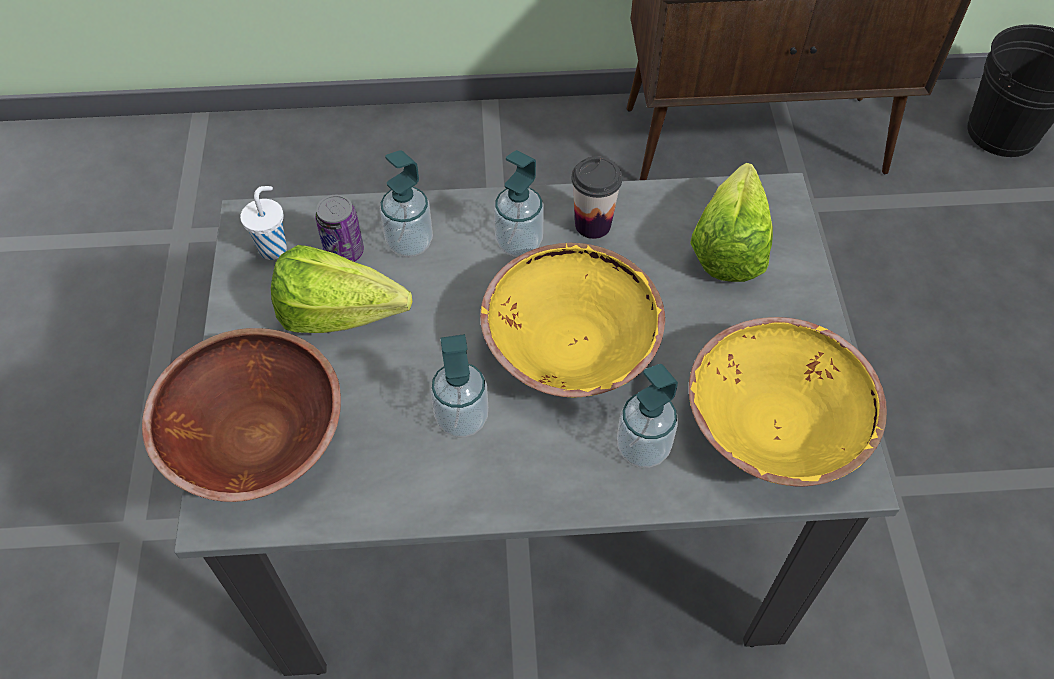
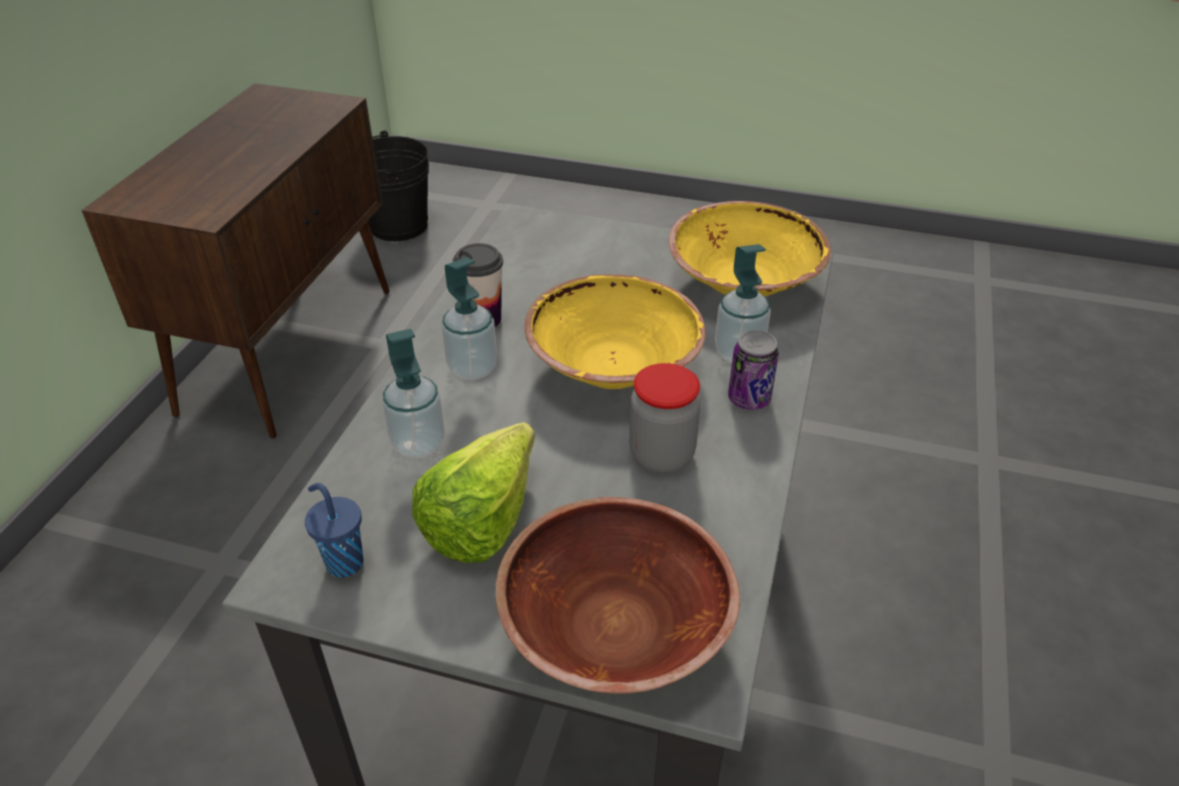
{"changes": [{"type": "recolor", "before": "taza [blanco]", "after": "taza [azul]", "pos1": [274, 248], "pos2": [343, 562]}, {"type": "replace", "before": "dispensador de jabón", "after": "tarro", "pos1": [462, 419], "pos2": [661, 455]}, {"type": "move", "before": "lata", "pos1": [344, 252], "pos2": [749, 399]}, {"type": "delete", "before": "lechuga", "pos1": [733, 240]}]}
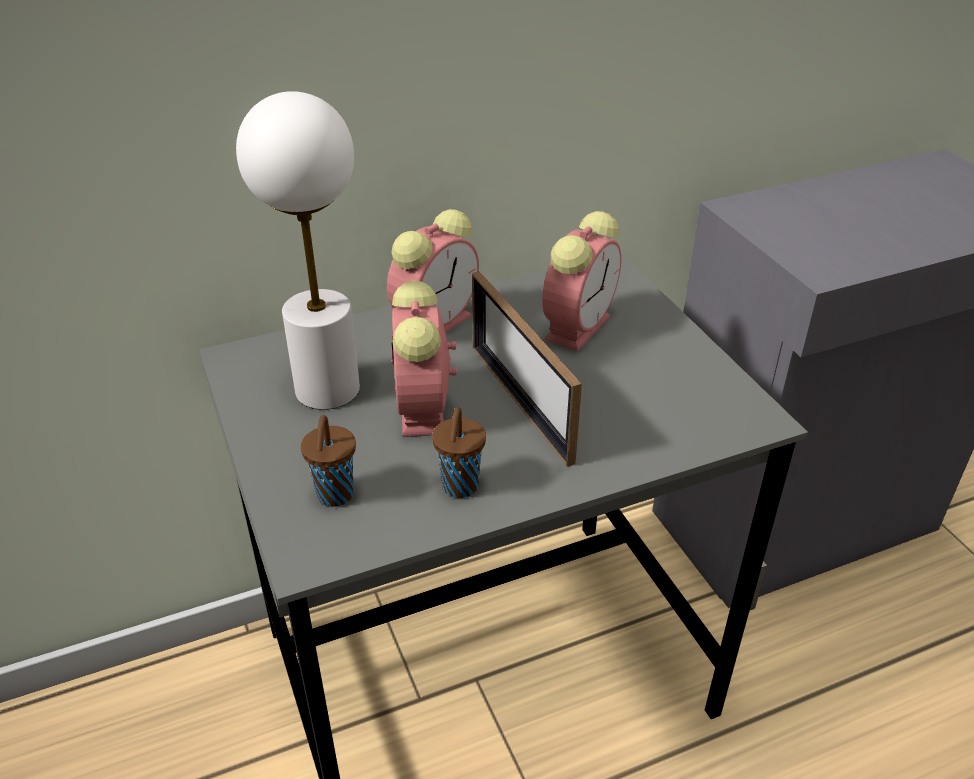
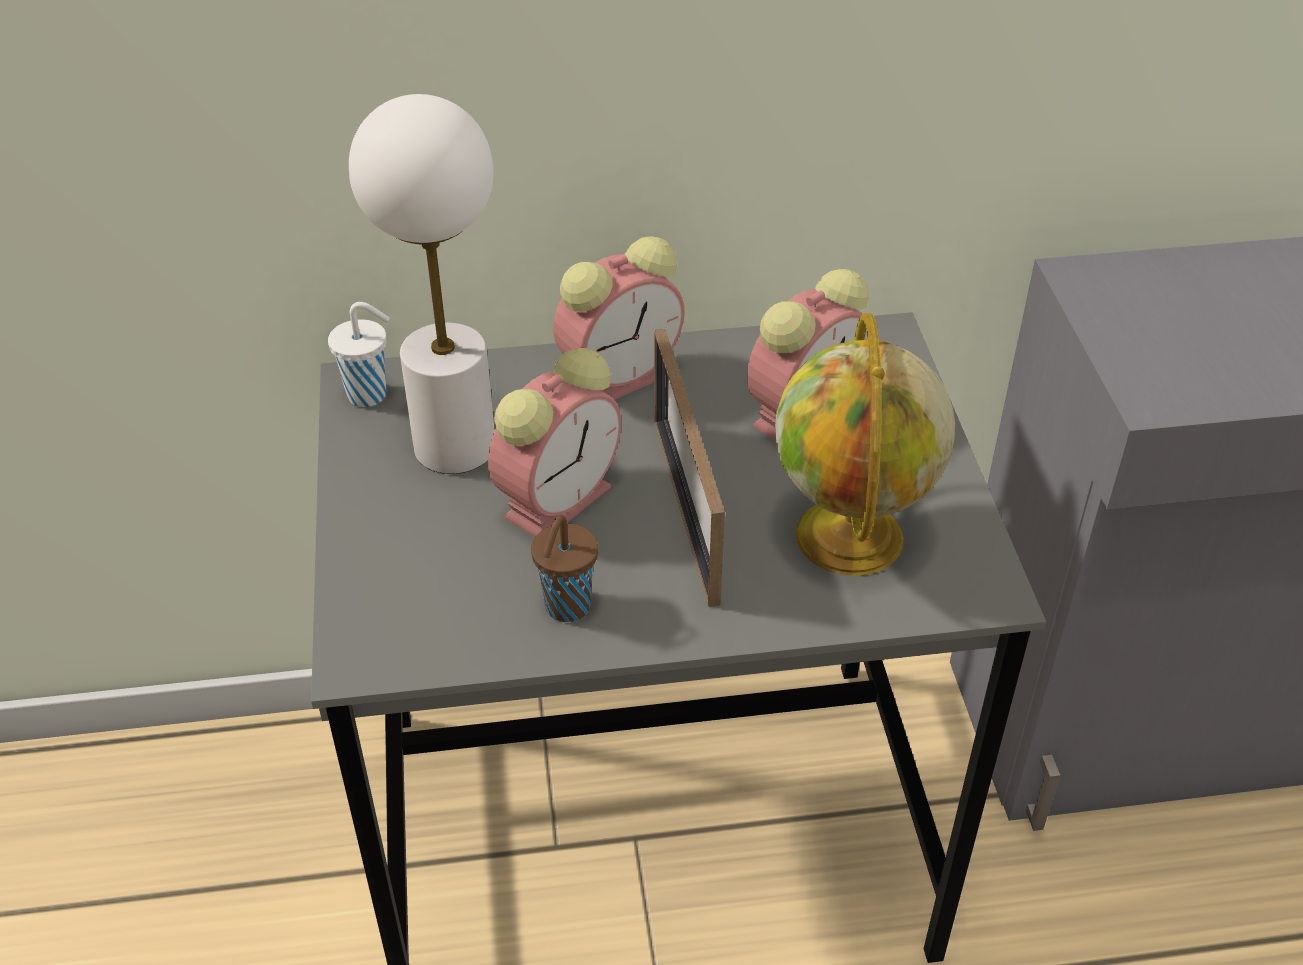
{"changes": [{"type": "insert", "after": "taza [blanco]", "pos2": [369, 395]}, {"type": "rotate", "before": "despertador", "pos1": [423, 411], "pos2": [560, 498], "turn": -150}, {"type": "insert", "after": "globo terráqueo", "pos2": [850, 539]}, {"type": "delete", "before": "taza [marrón]", "pos1": [334, 496]}]}
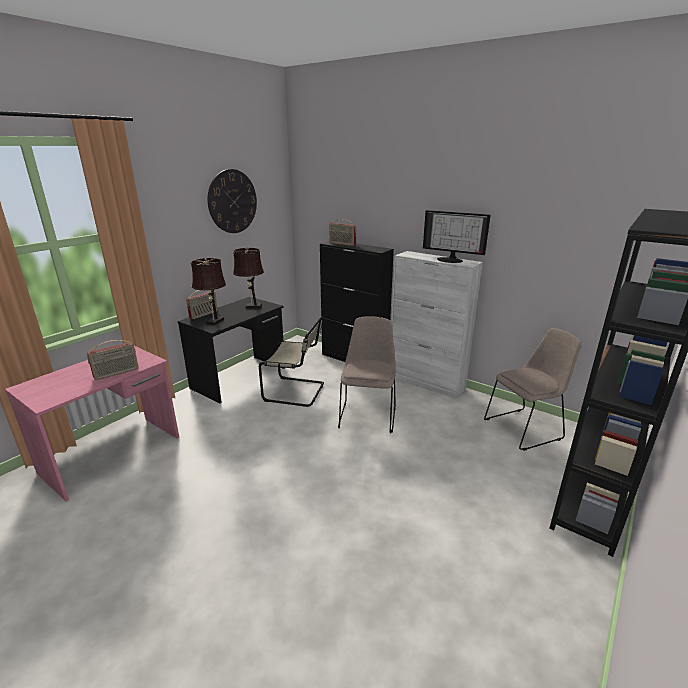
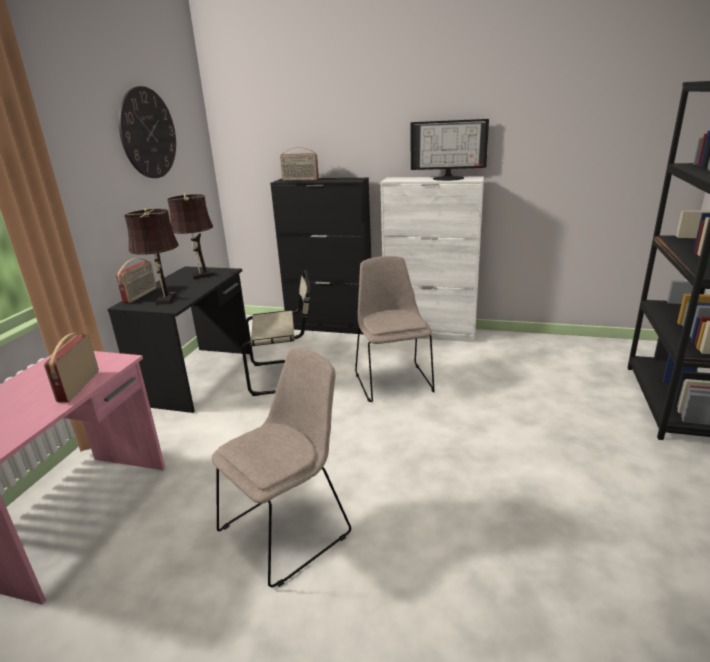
{"changes": [{"type": "rotate", "before": "radio", "pos1": [116, 373], "pos2": [78, 386], "turn": 150}, {"type": "move", "before": "silla [beis]", "pos1": [524, 428], "pos2": [288, 529]}]}
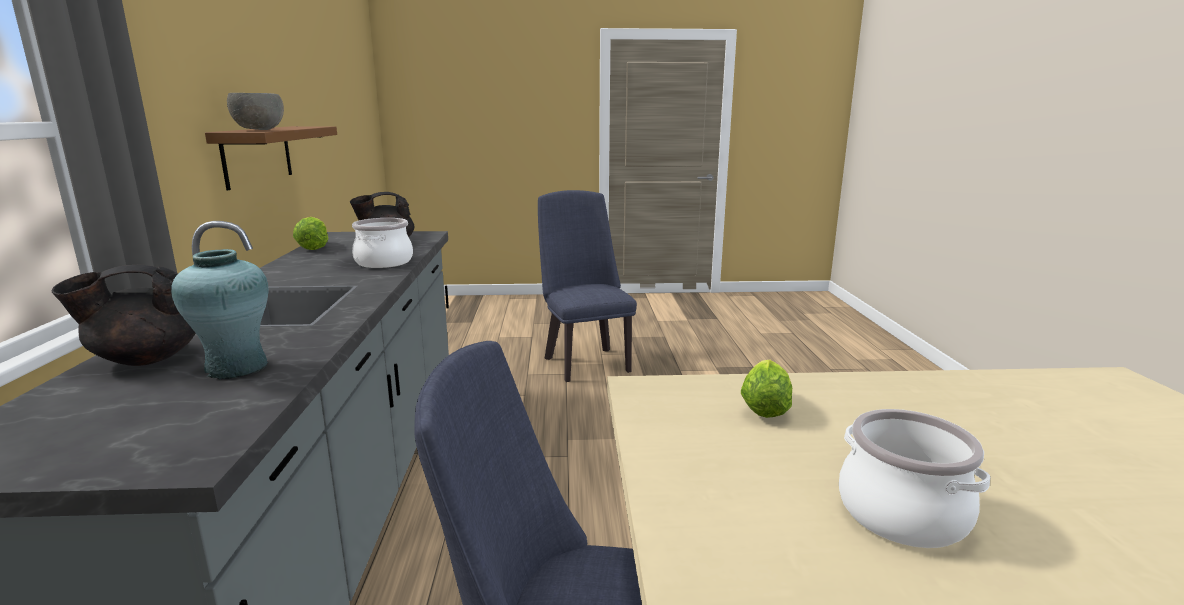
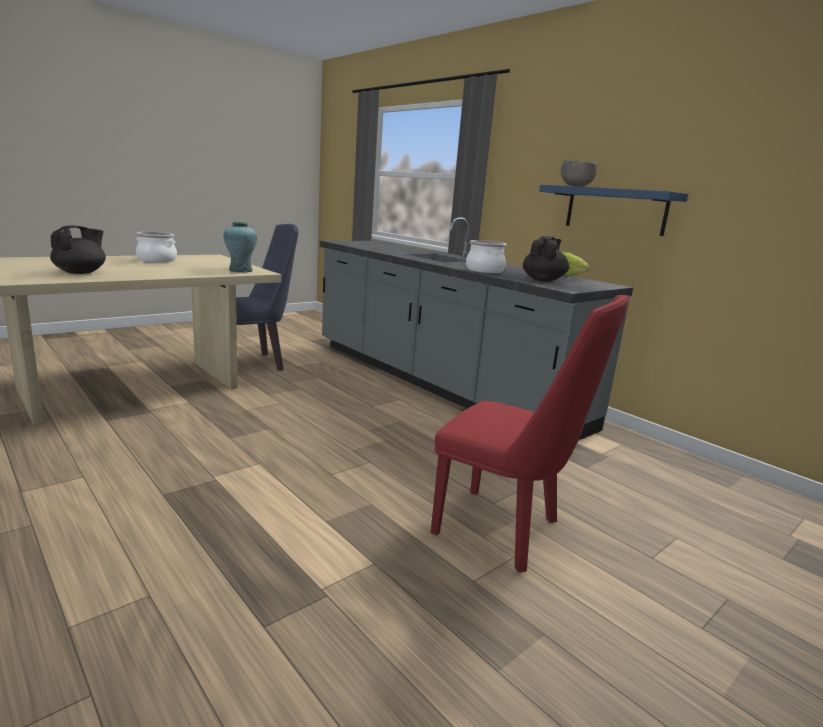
{"changes": [{"type": "move", "before": "tetera [negro]", "pos1": [145, 359], "pos2": [81, 272]}, {"type": "move", "before": "florero [turquesa]", "pos1": [237, 368], "pos2": [240, 270]}, {"type": "recolor", "before": "silla [azul]", "after": "silla [rojo]", "pos1": [584, 361], "pos2": [507, 531]}, {"type": "recolor", "before": "estante [marrón]", "after": "estante [azul]", "pos1": [257, 155], "pos2": [615, 210]}, {"type": "delete", "before": "lechuga", "pos1": [764, 407]}]}
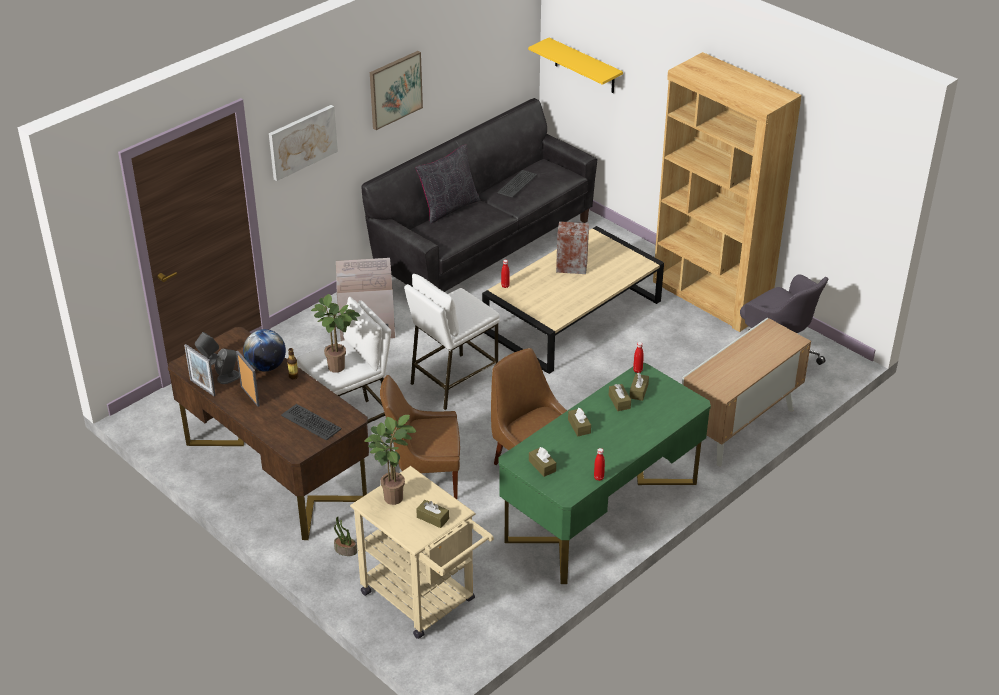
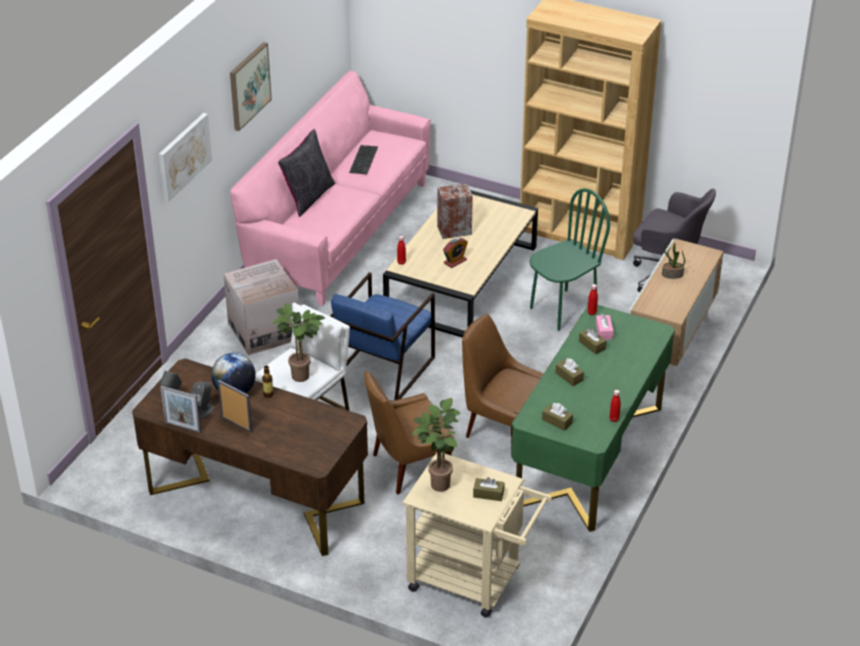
{"changes": [{"type": "recolor", "before": "sofá [negro]", "after": "sofá [rosa]", "pos1": [484, 248], "pos2": [339, 232]}, {"type": "replace", "before": "taburete [blanco]", "after": "sillón [azul]", "pos1": [453, 382], "pos2": [382, 369]}, {"type": "insert", "after": "despertador", "pos2": [455, 261]}, {"type": "insert", "after": "silla [verde]", "pos2": [563, 310]}, {"type": "recolor", "before": "caja de pañuelos [marrón]", "after": "caja de pañuelos [rosa]", "pos1": [638, 391], "pos2": [604, 331]}, {"type": "move", "before": "planta en maceta", "pos1": [345, 550], "pos2": [672, 275]}, {"type": "delete", "before": "teclado", "pos1": [311, 422]}, {"type": "delete", "before": "estante [amarillo]", "pos1": [584, 66]}]}
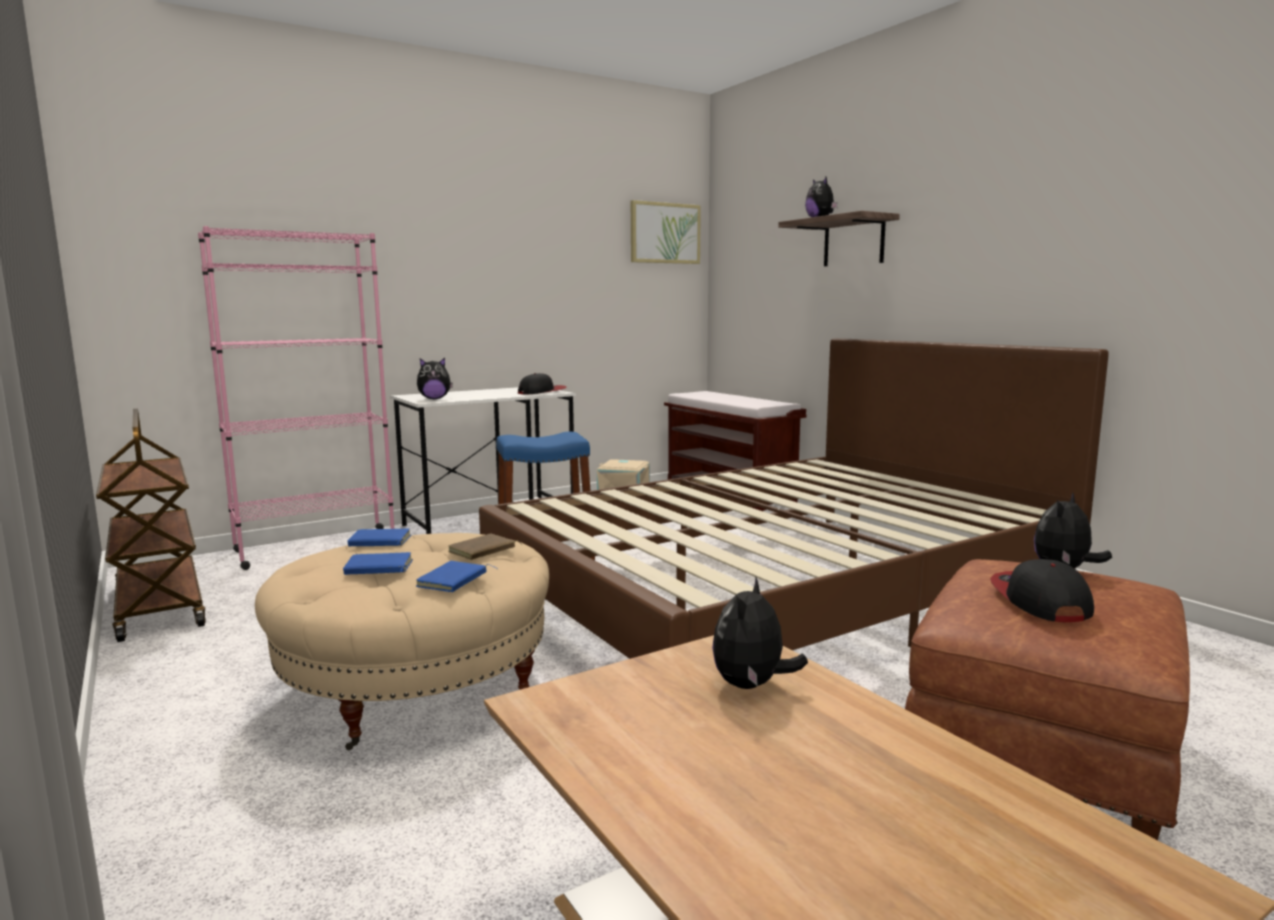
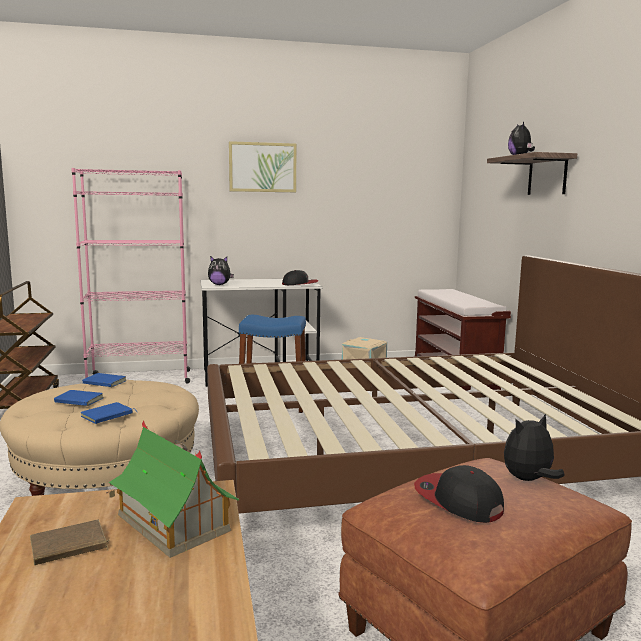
{"changes": [{"type": "move", "before": "libro [marrón]", "pos1": [483, 551], "pos2": [69, 547]}, {"type": "replace", "before": "peluche", "after": "casita", "pos1": [752, 685], "pos2": [172, 522]}, {"type": "move", "before": "cuadro", "pos1": [665, 233], "pos2": [262, 167]}, {"type": "rotate", "before": "gorra", "pos1": [1039, 600], "pos2": [457, 500], "turn": -60}]}
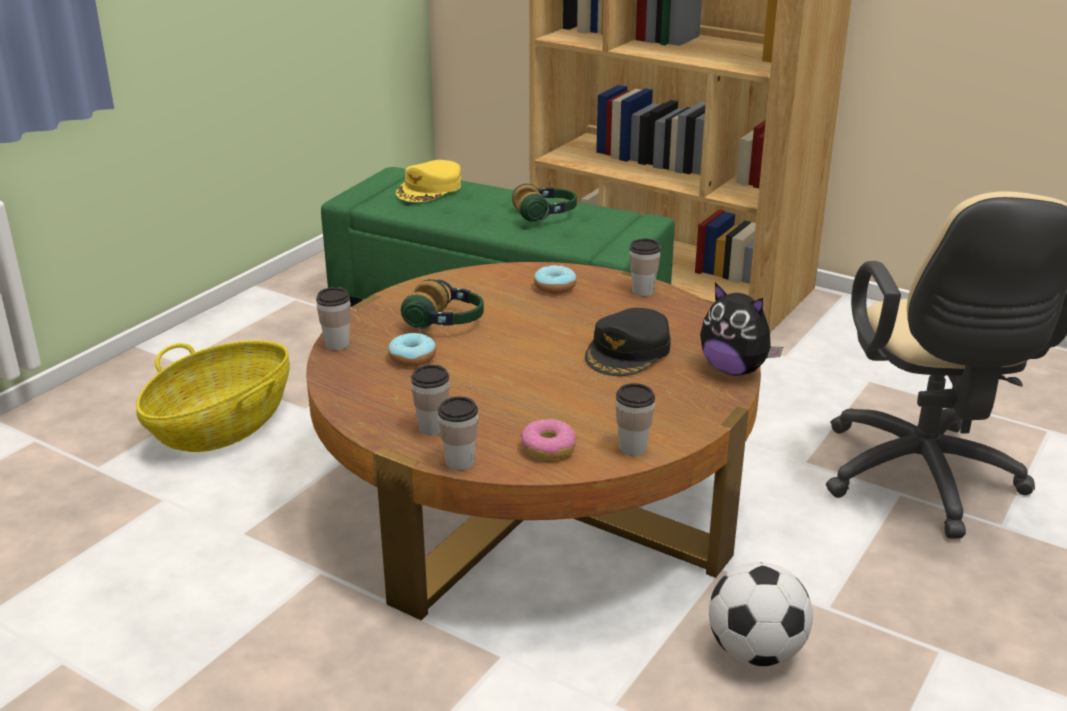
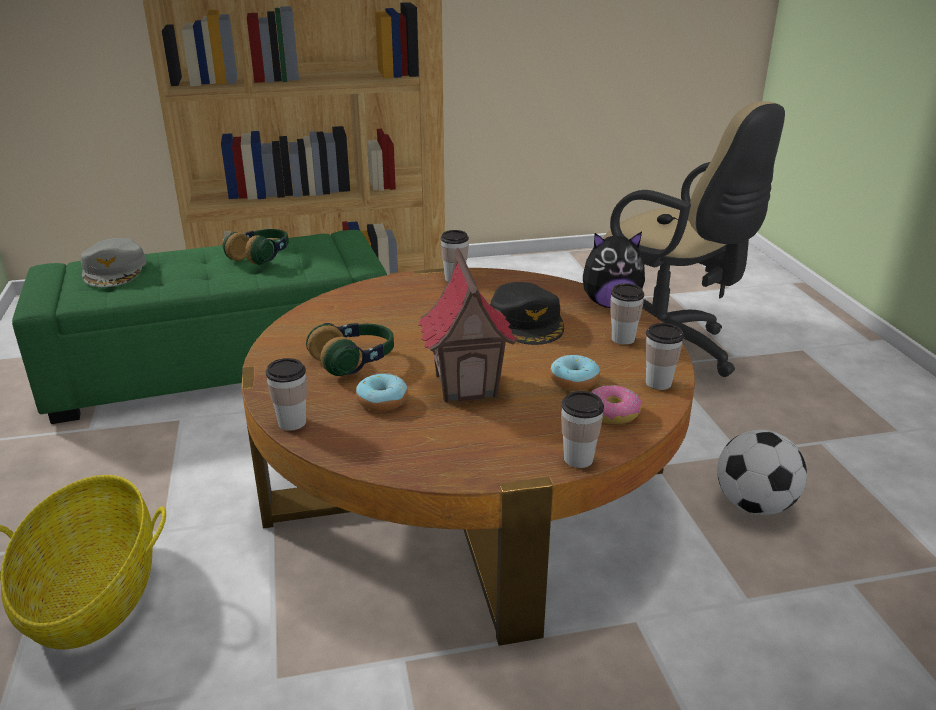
{"changes": [{"type": "recolor", "before": "gorra [amarillo]", "after": "gorra [gris]", "pos1": [430, 189], "pos2": [115, 270]}, {"type": "insert", "after": "casita", "pos2": [467, 386]}, {"type": "move", "before": "rosquilla", "pos1": [555, 287], "pos2": [574, 381]}, {"type": "move", "before": "taza", "pos1": [432, 428], "pos2": [623, 339]}]}
